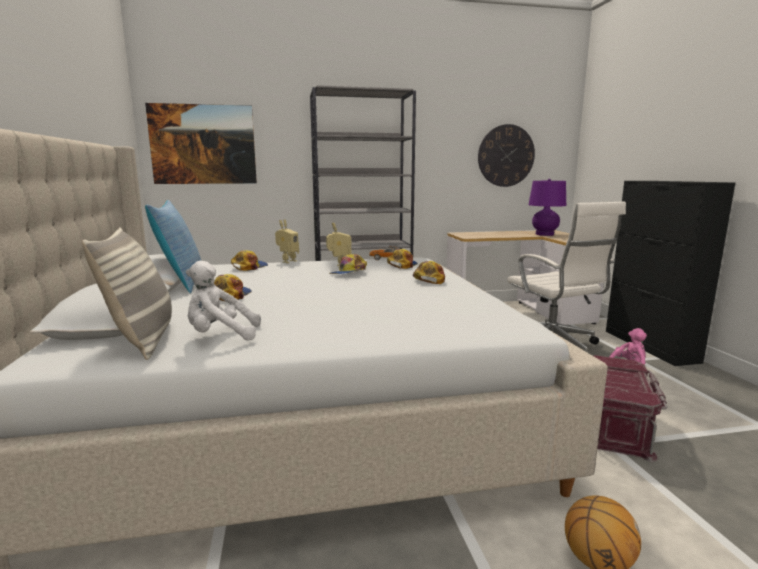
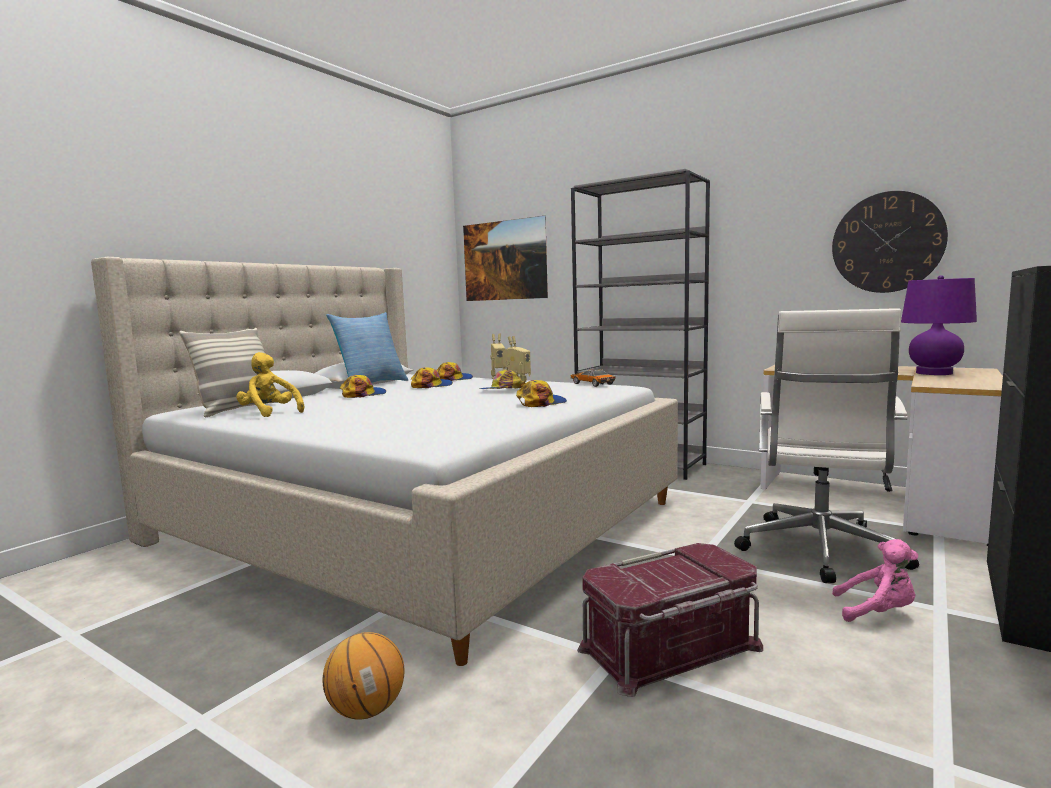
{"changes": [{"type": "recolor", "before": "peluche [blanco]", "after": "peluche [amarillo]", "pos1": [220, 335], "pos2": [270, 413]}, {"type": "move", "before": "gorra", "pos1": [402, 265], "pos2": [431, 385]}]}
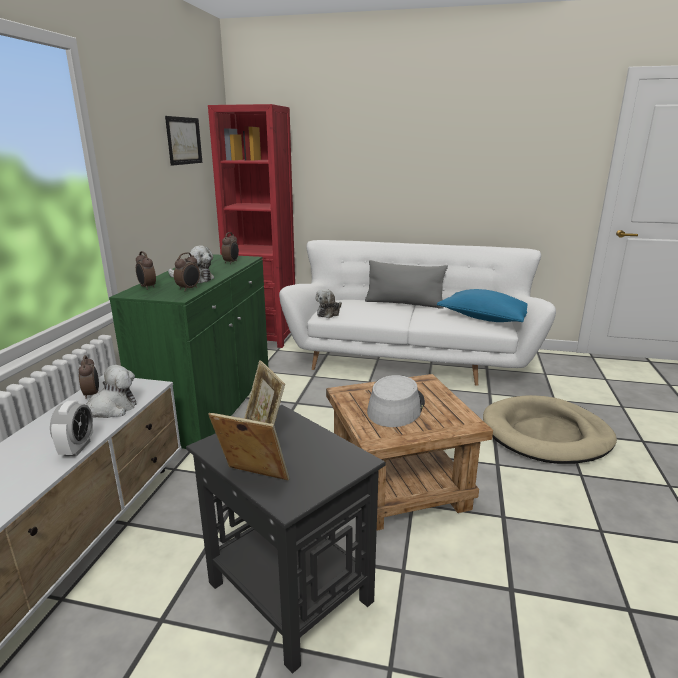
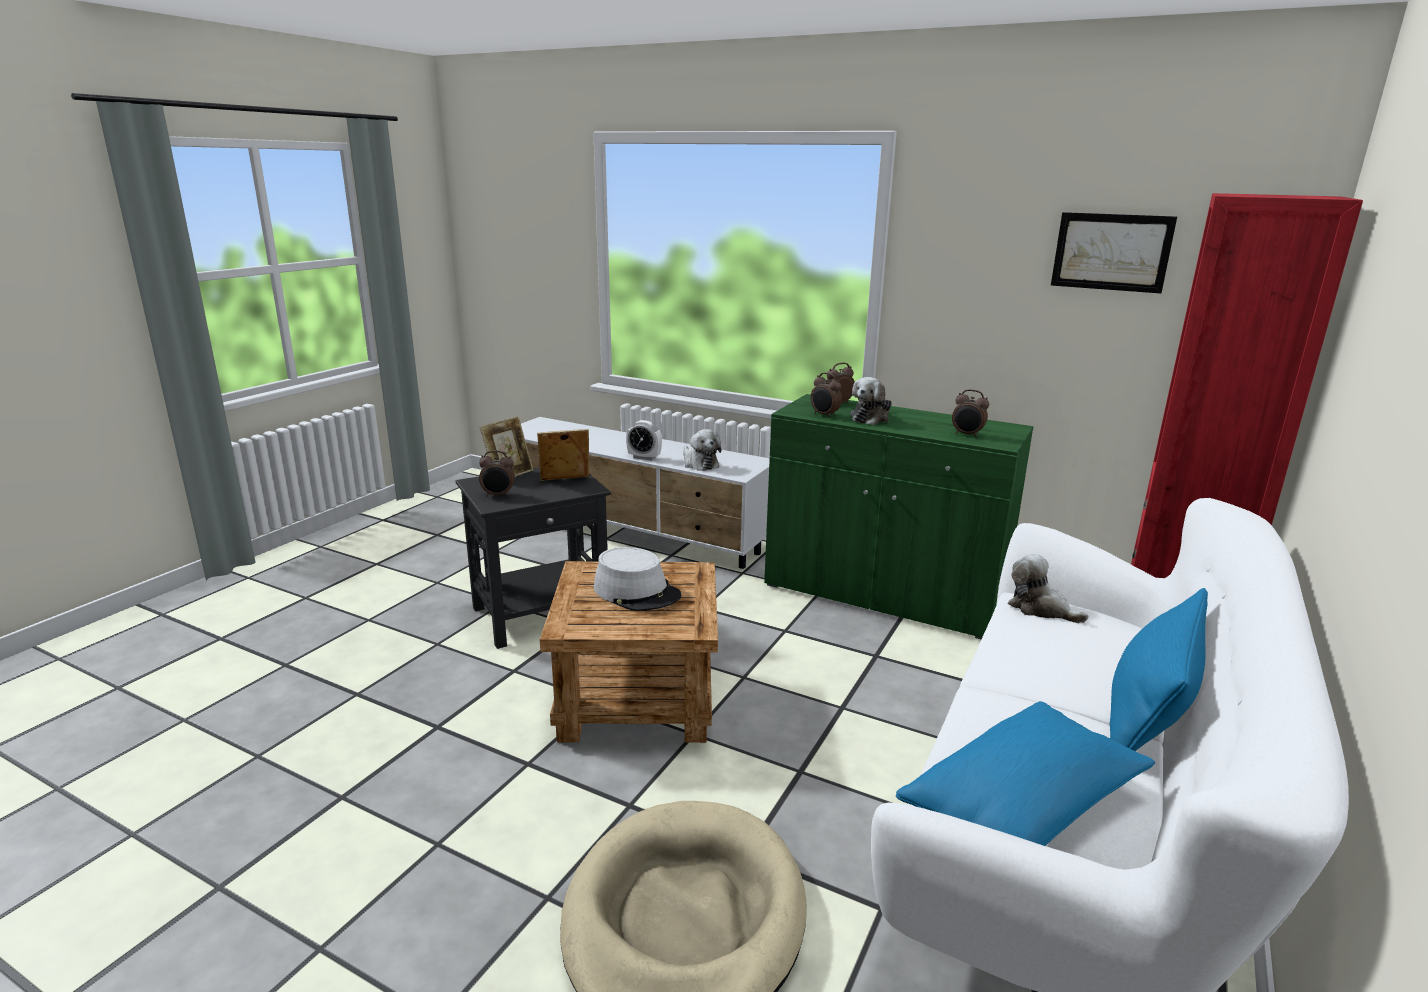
{"changes": [{"type": "move", "before": "despertador", "pos1": [92, 394], "pos2": [498, 495]}, {"type": "recolor", "before": "cojín [gris]", "after": "cojín [azul]", "pos1": [404, 303], "pos2": [1147, 715]}]}
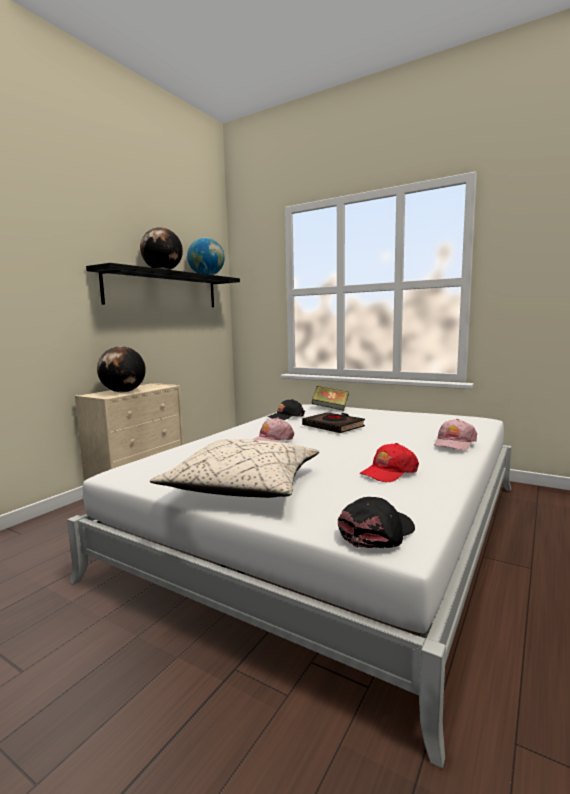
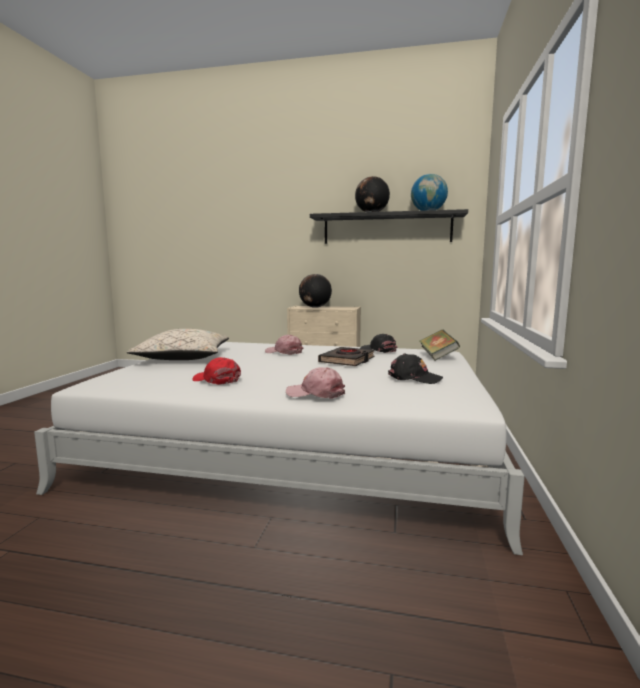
{"changes": [{"type": "move", "before": "gorra [negro]", "pos1": [377, 532], "pos2": [414, 378]}]}
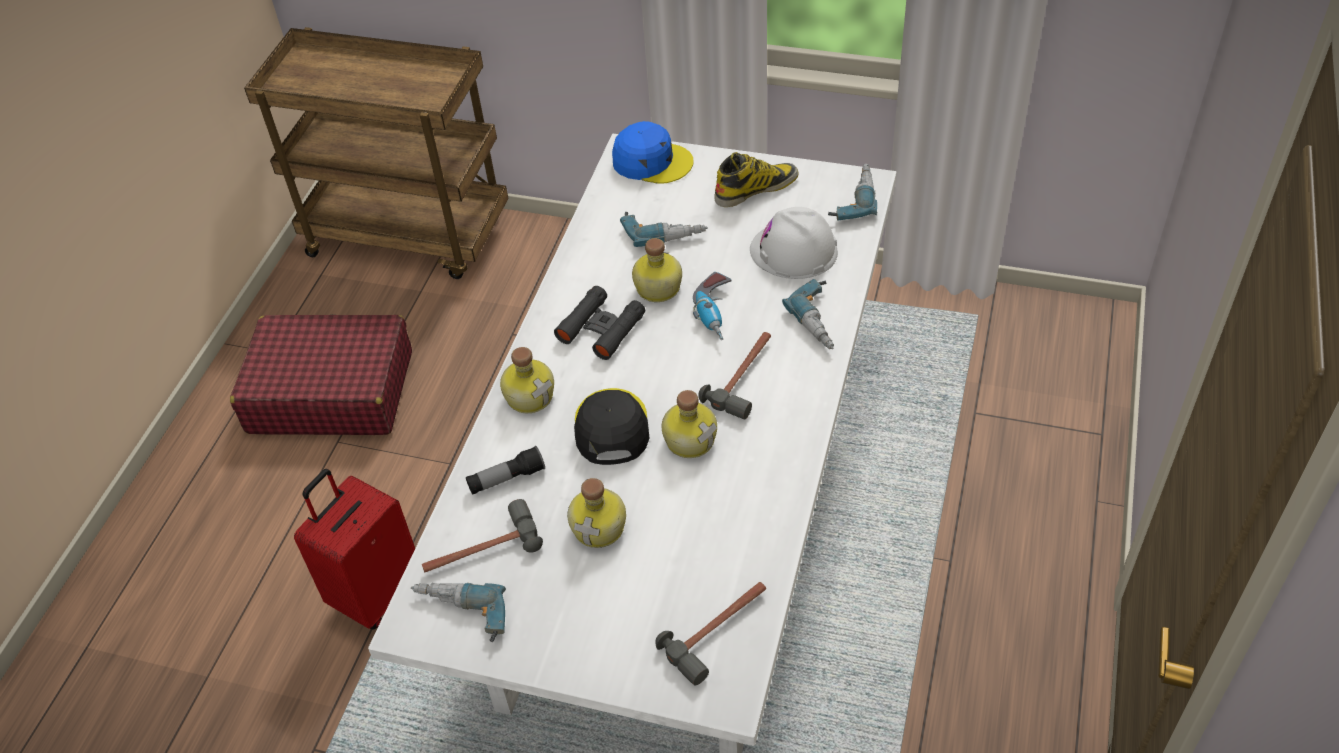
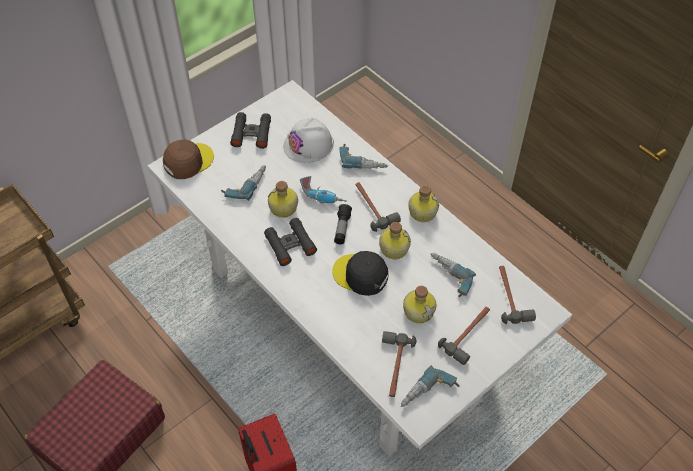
{"changes": [{"type": "recolor", "before": "gorra [azul]", "after": "gorra [marrón]", "pos1": [652, 161], "pos2": [188, 161]}, {"type": "replace", "before": "bota", "after": "prismáticos [negro]", "pos1": [756, 188], "pos2": [251, 134]}, {"type": "move", "before": "linterna", "pos1": [506, 479], "pos2": [342, 228]}, {"type": "move", "before": "botella", "pos1": [530, 395], "pos2": [421, 212]}, {"type": "move", "before": "taladro", "pos1": [851, 198], "pos2": [447, 277]}, {"type": "insert", "after": "martillo", "pos2": [469, 334]}]}
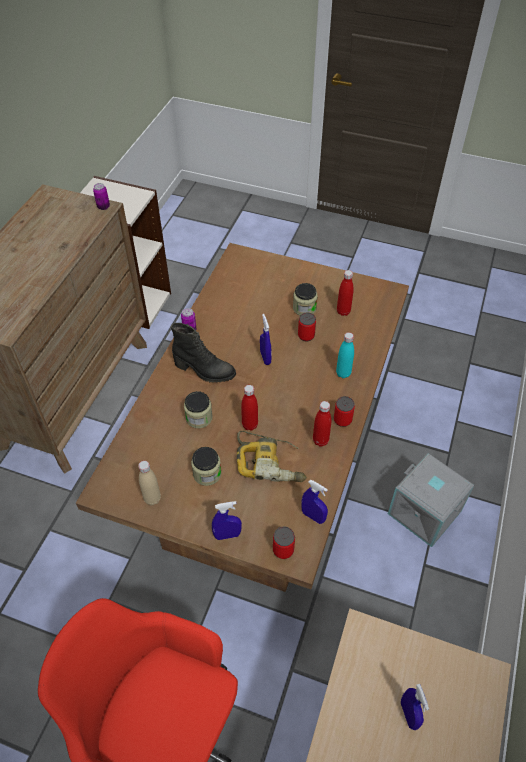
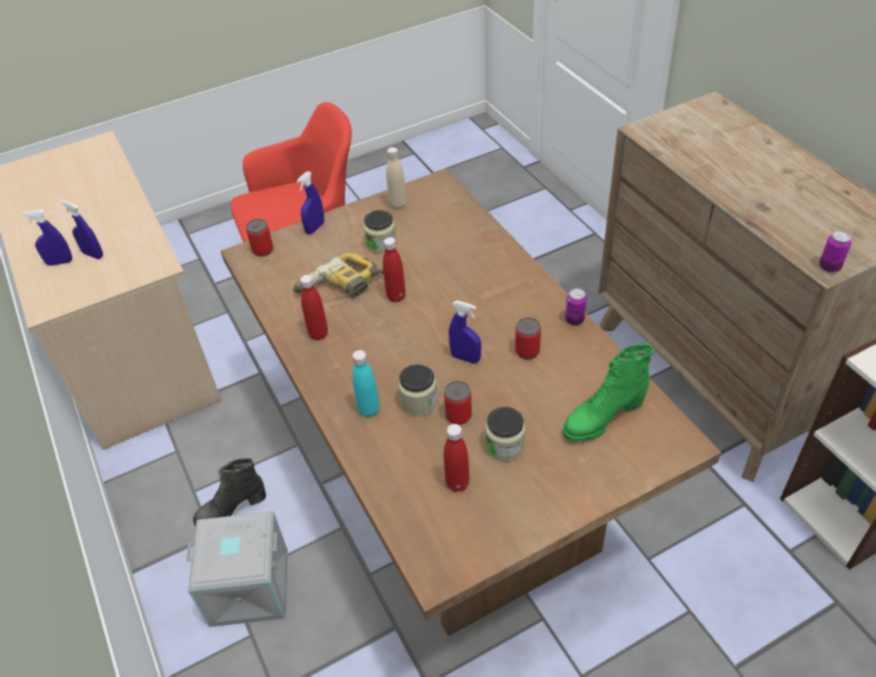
{"changes": [{"type": "move", "before": "pulverizador [azul]", "pos1": [313, 516], "pos2": [60, 262]}, {"type": "move", "before": "bota [negro]", "pos1": [204, 371], "pos2": [231, 509]}, {"type": "move", "before": "tarro", "pos1": [199, 418], "pos2": [419, 402]}, {"type": "move", "before": "lata", "pos1": [342, 420], "pos2": [527, 351]}, {"type": "insert", "after": "bota [verde]", "pos2": [602, 418]}]}
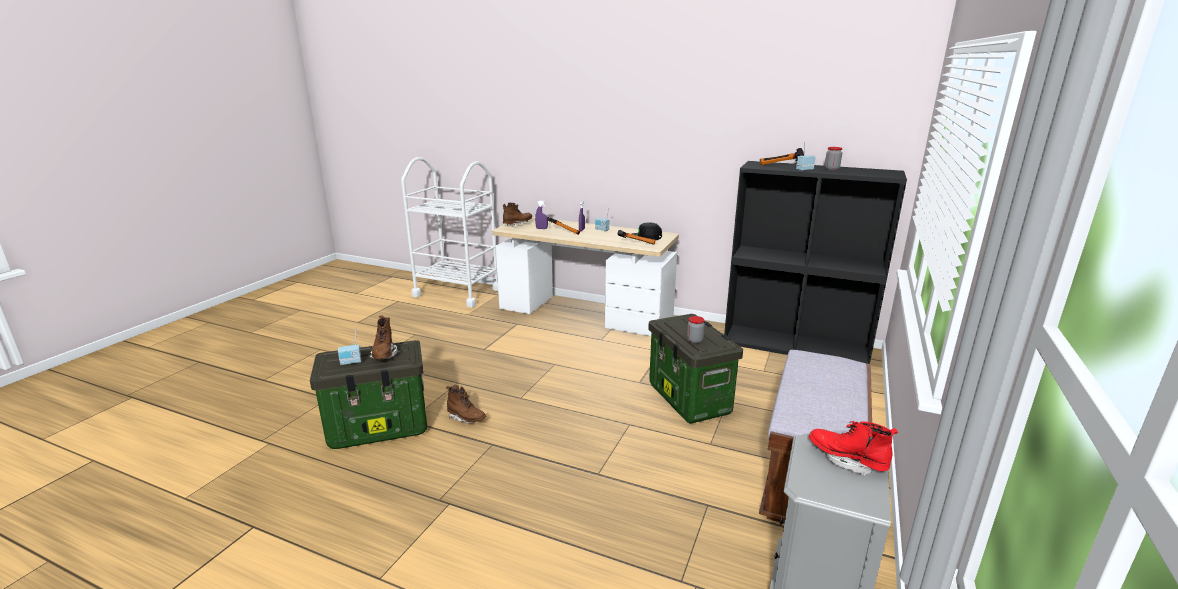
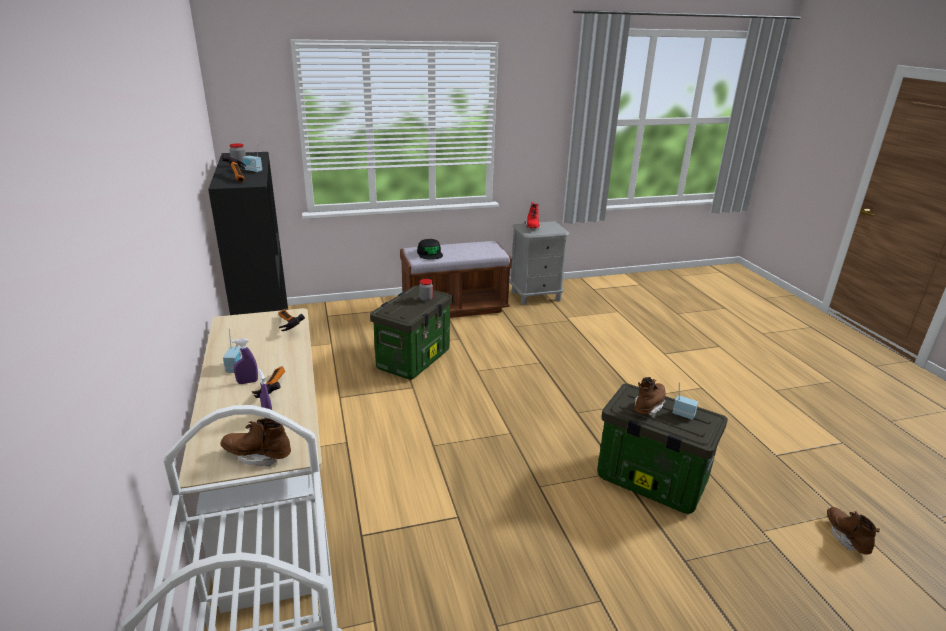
{"changes": [{"type": "move", "before": "gorra [negro]", "pos1": [646, 237], "pos2": [430, 254]}, {"type": "move", "before": "bota [marrón]", "pos1": [466, 418], "pos2": [846, 537]}]}
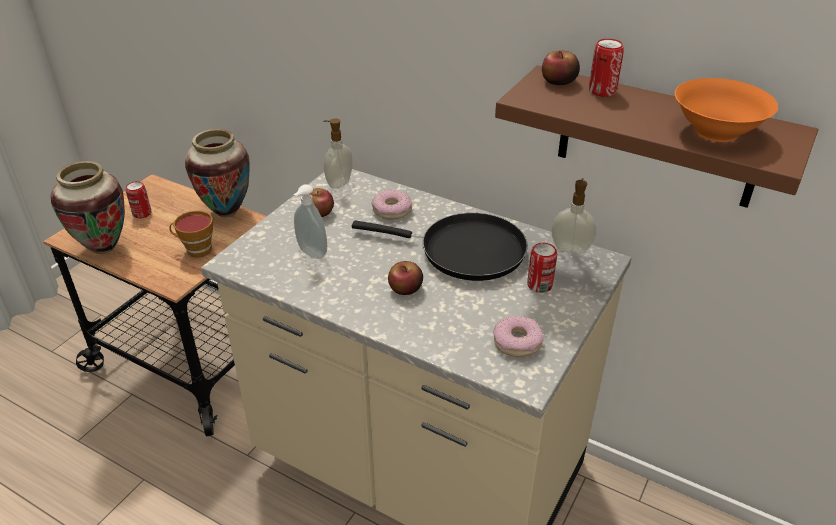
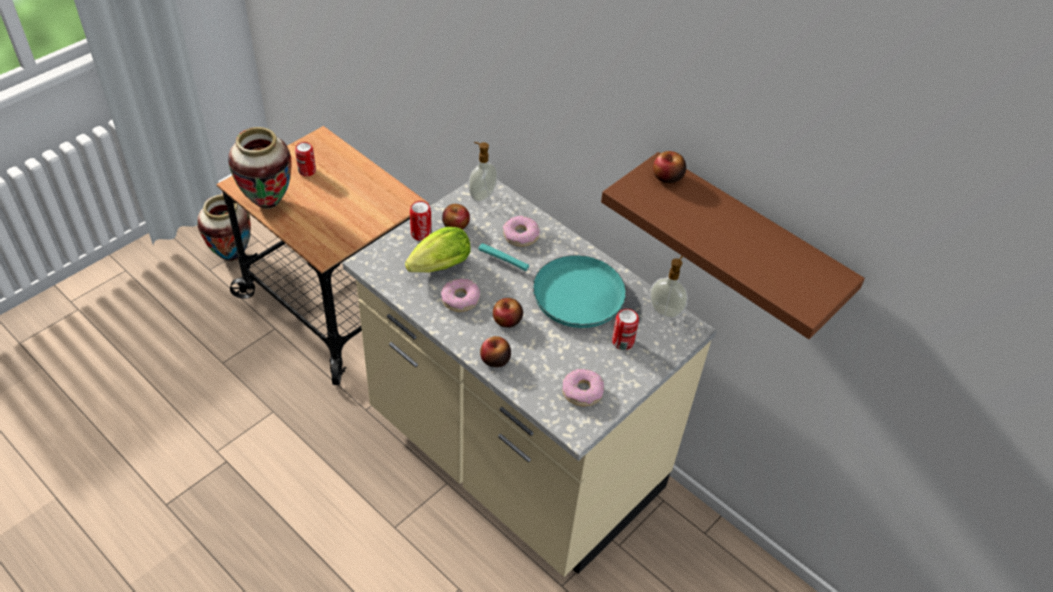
{"changes": [{"type": "move", "before": "florero", "pos1": [227, 212], "pos2": [232, 256]}, {"type": "replace", "before": "dispensador de jabón", "after": "lechuga", "pos1": [310, 254], "pos2": [437, 268]}, {"type": "move", "before": "lata", "pos1": [602, 91], "pos2": [421, 234]}, {"type": "insert", "after": "rosquilla", "pos2": [460, 299]}, {"type": "recolor", "before": "sartén [negro]", "after": "sartén [turquesa]", "pos1": [465, 251], "pos2": [570, 293]}, {"type": "insert", "after": "manzana", "pos2": [495, 359]}, {"type": "delete", "before": "taza", "pos1": [196, 250]}, {"type": "delete", "before": "cuenco [naranja]", "pos1": [717, 132]}]}
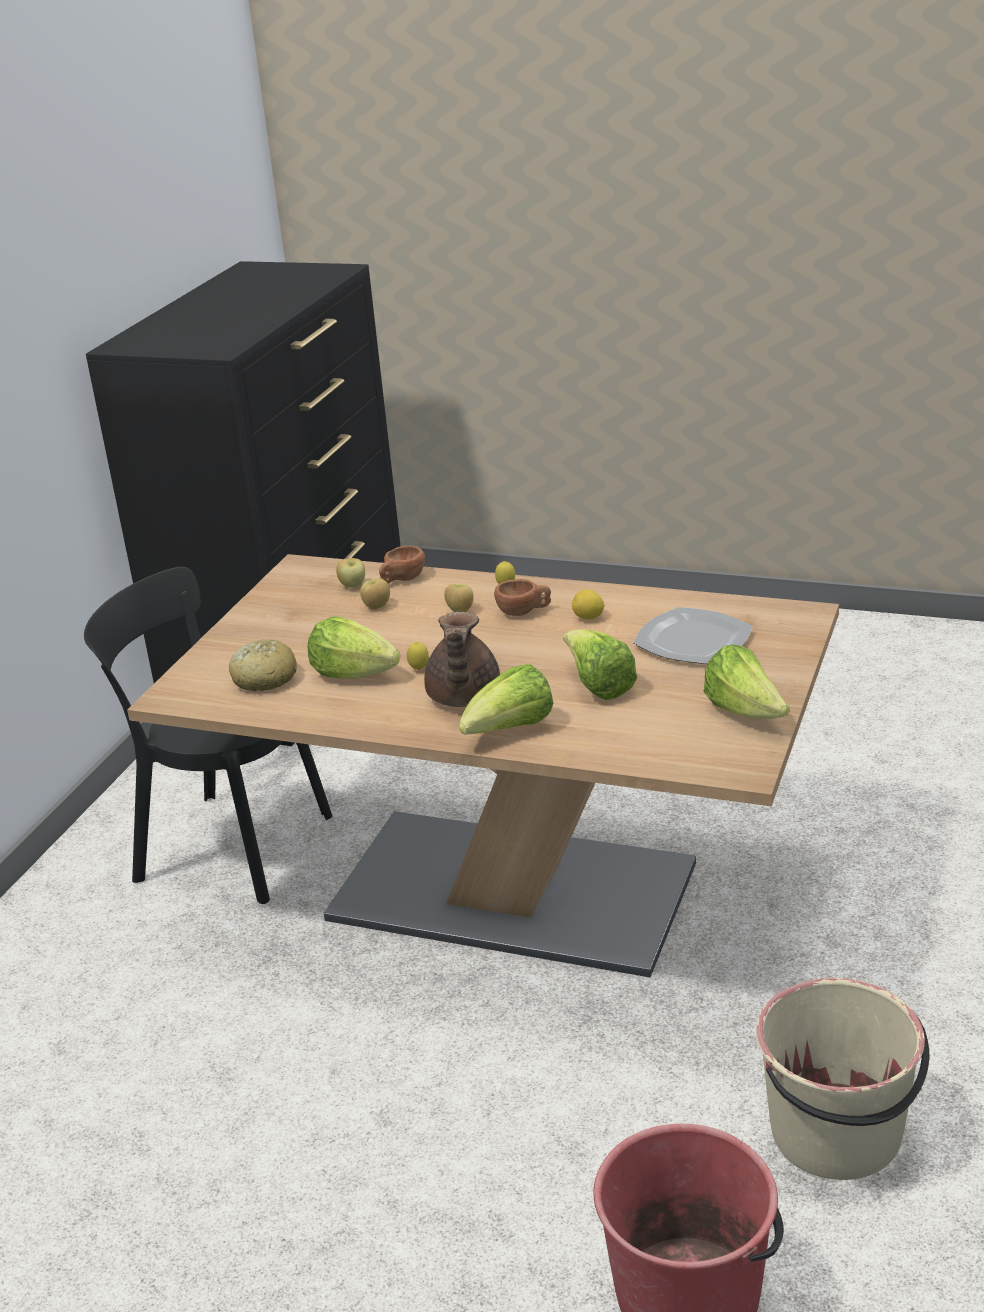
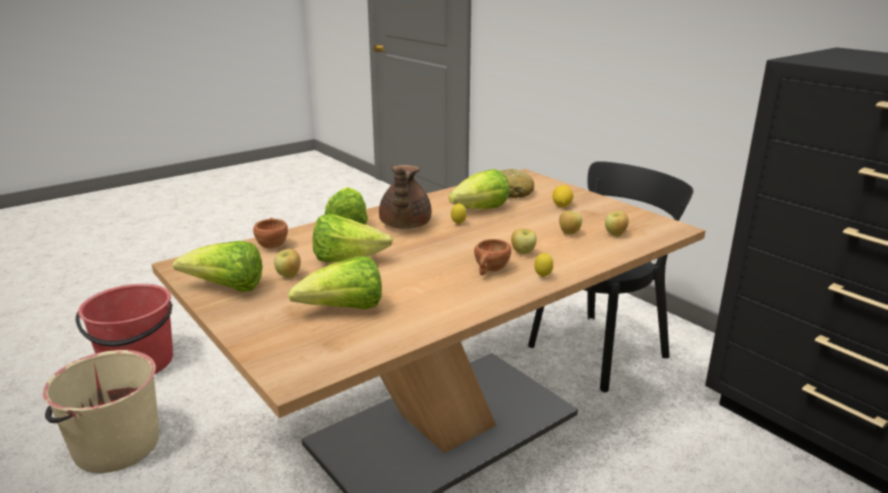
{"changes": [{"type": "move", "before": "taza [marrón]", "pos1": [401, 580], "pos2": [272, 244]}, {"type": "insert", "after": "manzana", "pos2": [289, 276]}, {"type": "replace", "before": "plato", "after": "lechuga", "pos1": [692, 640], "pos2": [344, 310]}, {"type": "rotate", "before": "tetera [marrón]", "pos1": [462, 698], "pos2": [404, 225], "turn": -120}, {"type": "move", "before": "limón", "pos1": [588, 618], "pos2": [562, 206]}]}
